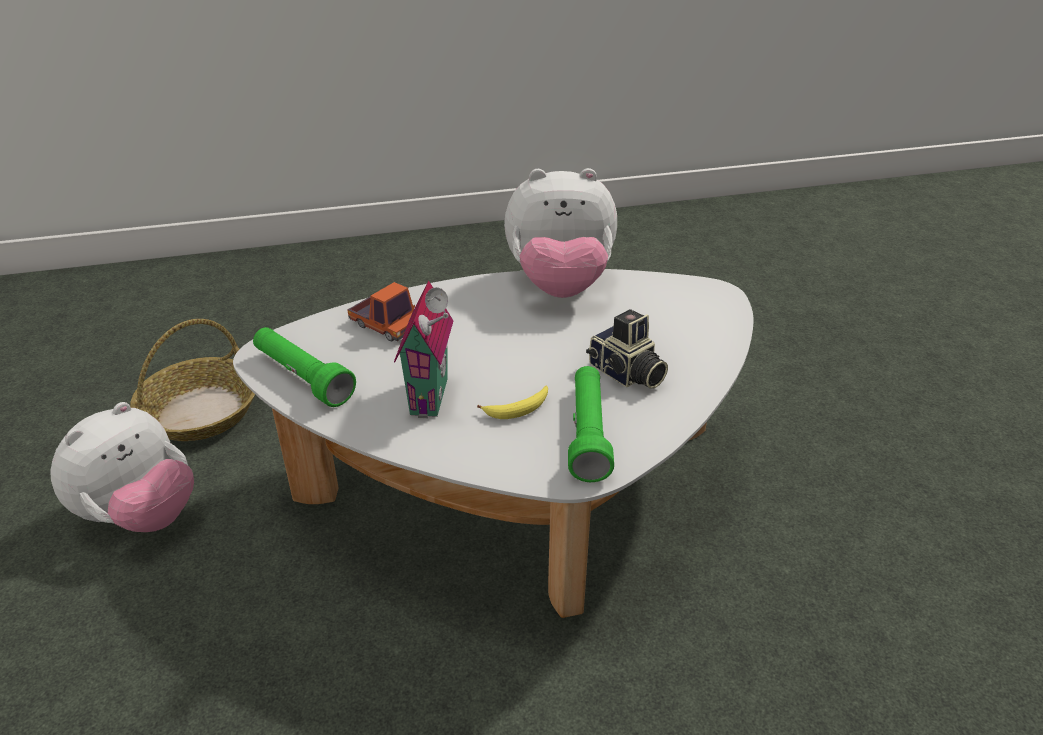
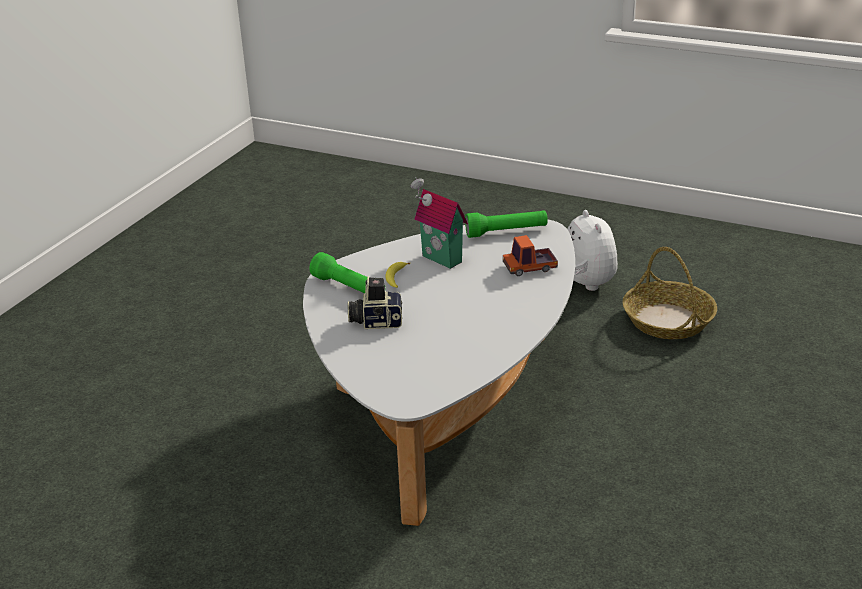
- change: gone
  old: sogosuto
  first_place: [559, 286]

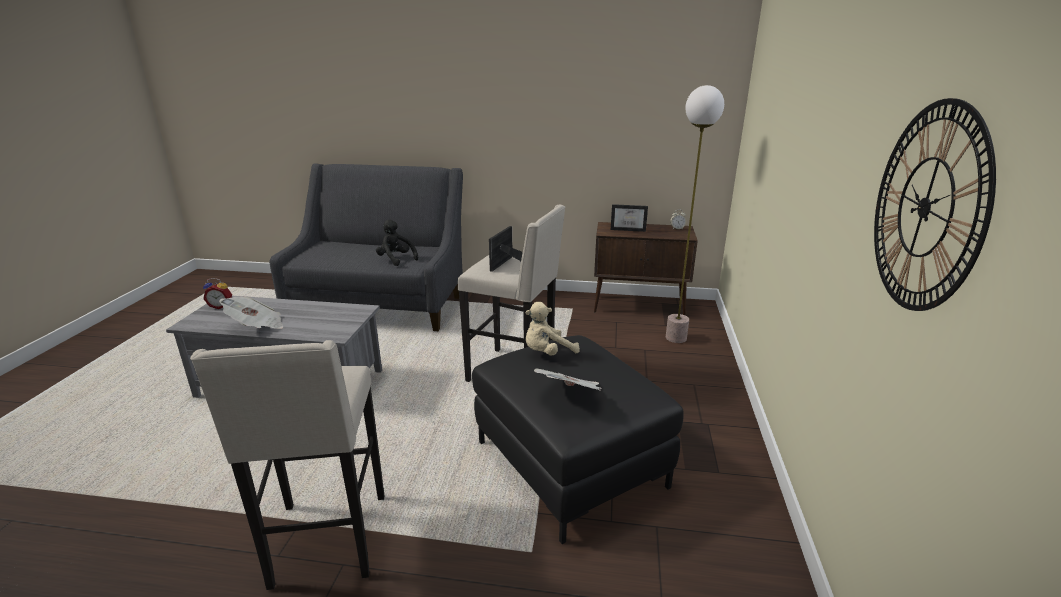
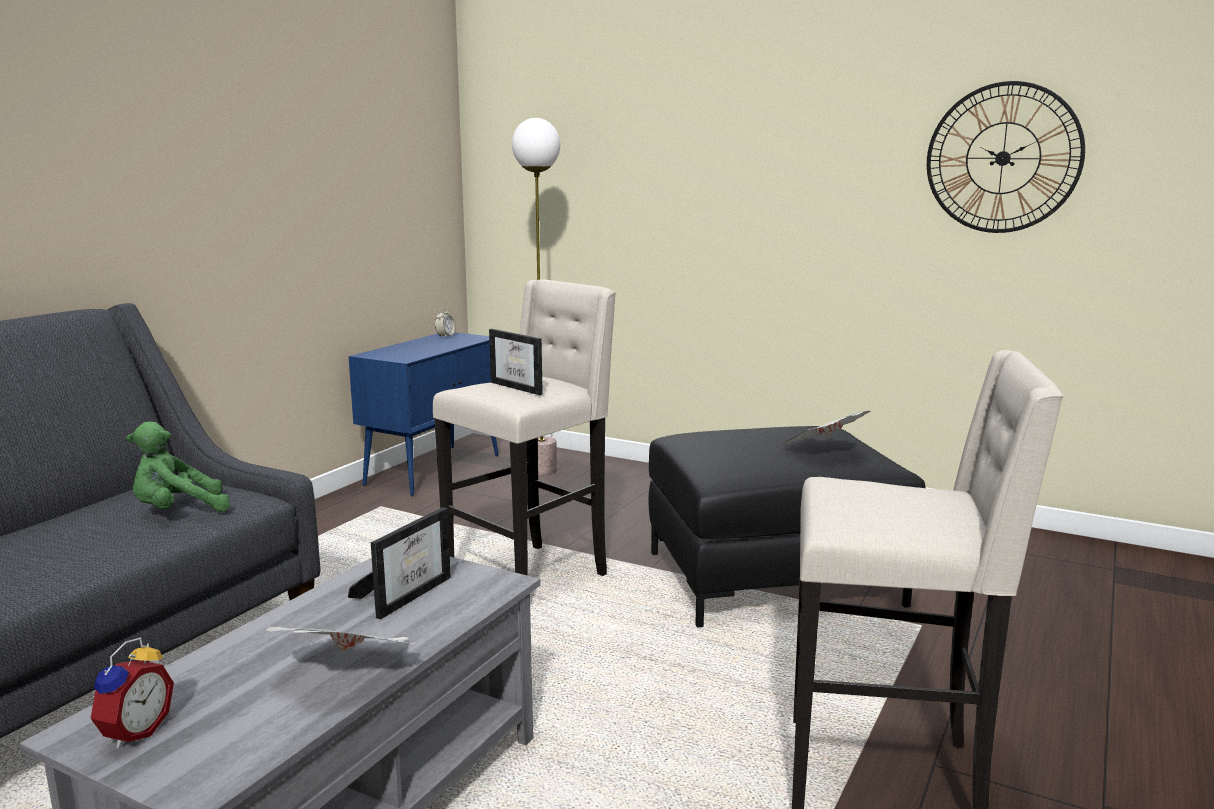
- change: repainted
  old: black_sogosuto
  new: green_sogosuto
  first_place: [396, 259]
  second_place: [178, 512]
- change: repainted
  old: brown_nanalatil
  new: blue_nanalatil
  first_place: [639, 306]
  second_place: [434, 469]
- change: shifted
  old: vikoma
  first_place: [628, 229]
  second_place: [408, 594]
- change: gone
  old: beige_sogosuto
  first_place: [547, 353]

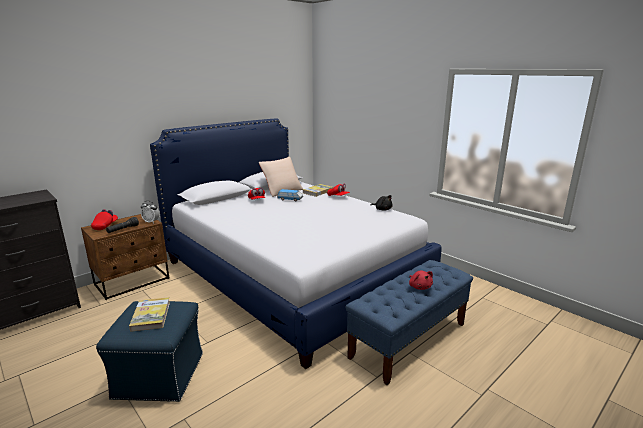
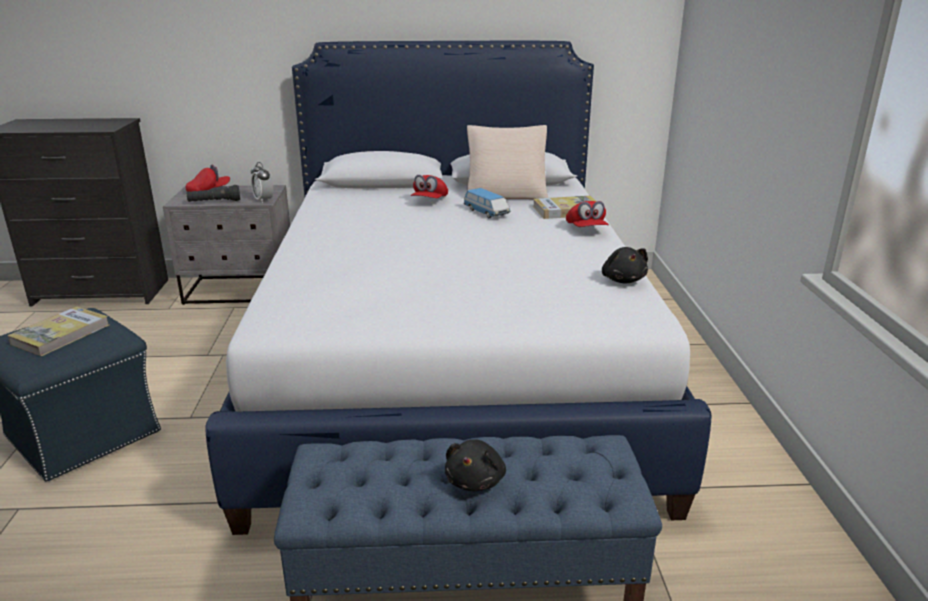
- change: repainted
  old: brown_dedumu
  new: grey_dedumu
  first_place: [133, 281]
  second_place: [241, 291]
- change: repainted
  old: red_sogosuto
  new: black_sogosuto
  first_place: [419, 287]
  second_place: [476, 480]

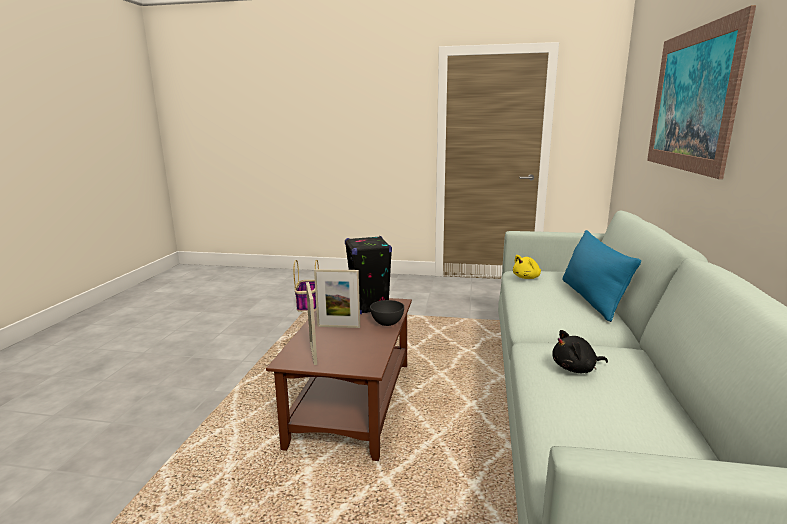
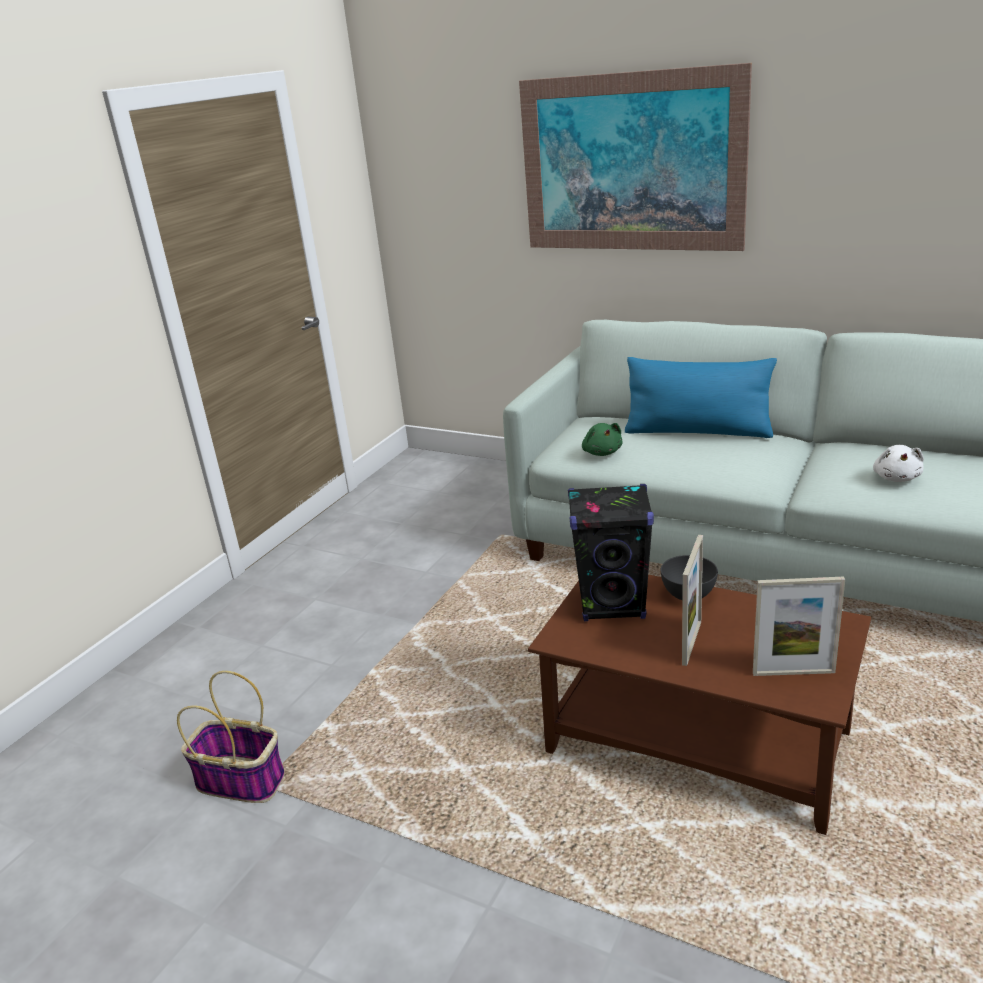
- change: repainted
  old: yellow_sogosuto
  new: green_sogosuto
  first_place: [527, 278]
  second_place: [602, 452]
- change: repainted
  old: black_sogosuto
  new: white_sogosuto
  first_place: [576, 369]
  second_place: [896, 477]

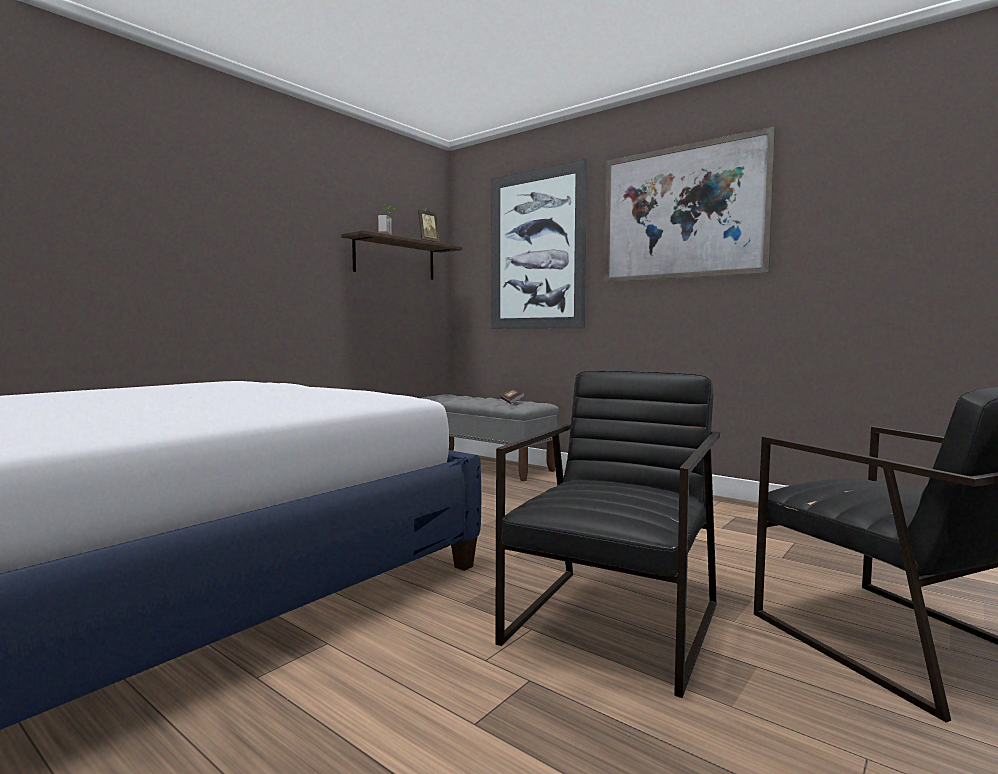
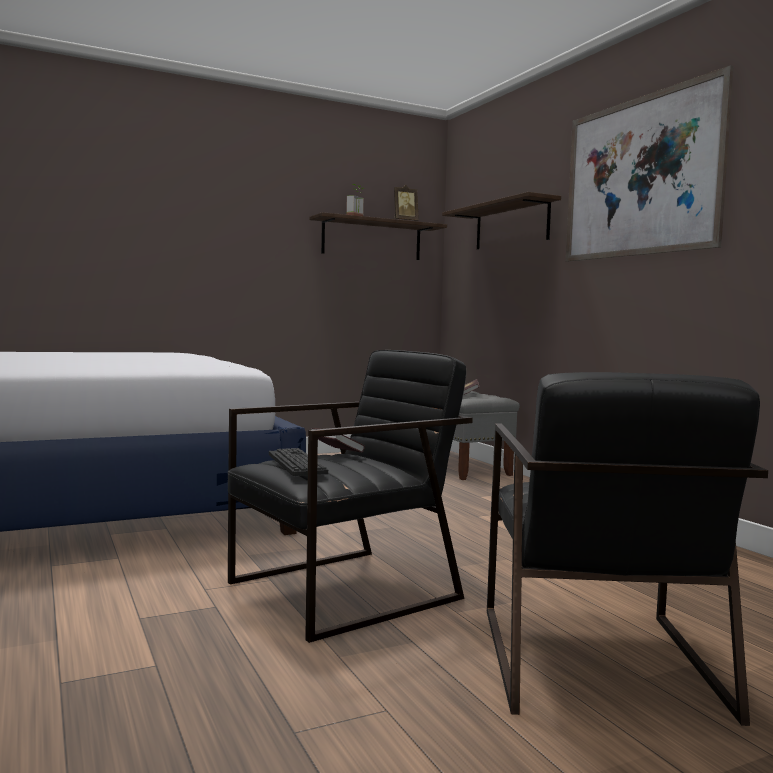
- change: new
  new: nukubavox
  second_place: [296, 463]
- change: new
  new: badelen
  second_place: [336, 453]
- change: swapped
  old: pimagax
  new: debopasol
  first_place: [536, 250]
  second_place: [511, 225]

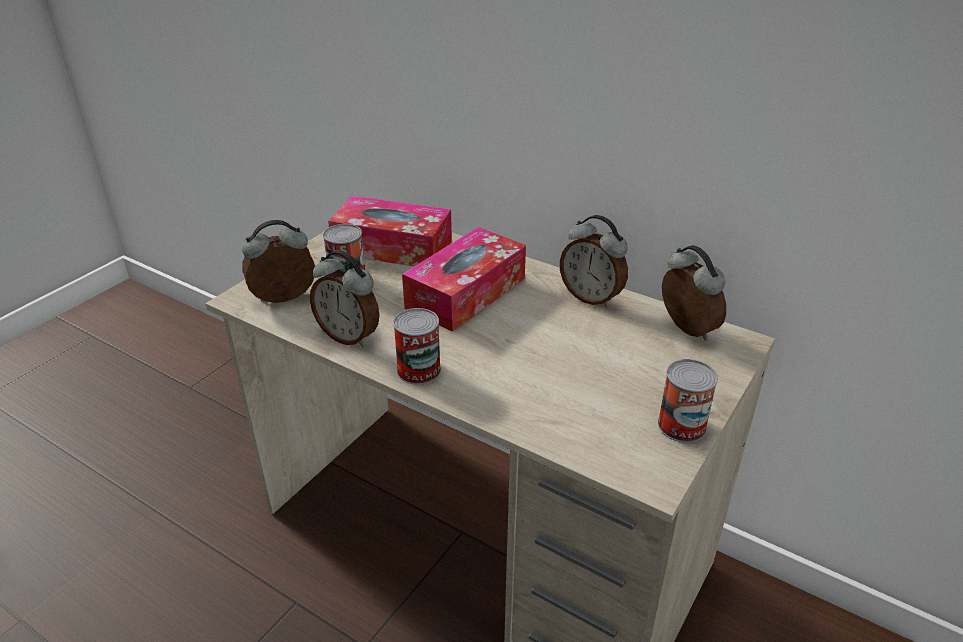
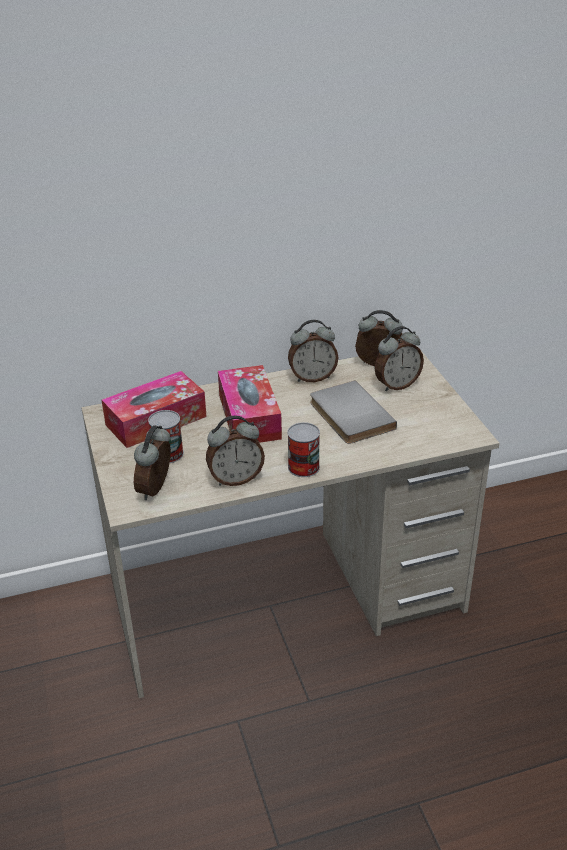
- change: new
  new: grey_badelen
  second_place: [348, 416]
- change: new
  new: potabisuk
  second_place: [396, 385]
- change: gone
  old: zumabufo
  first_place: [681, 425]

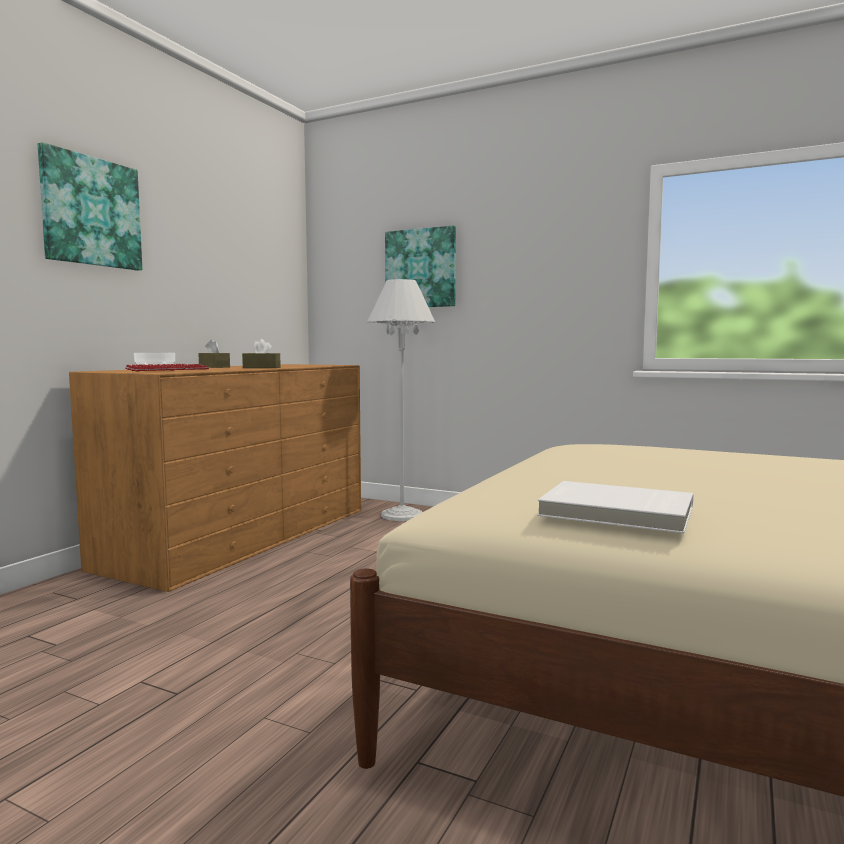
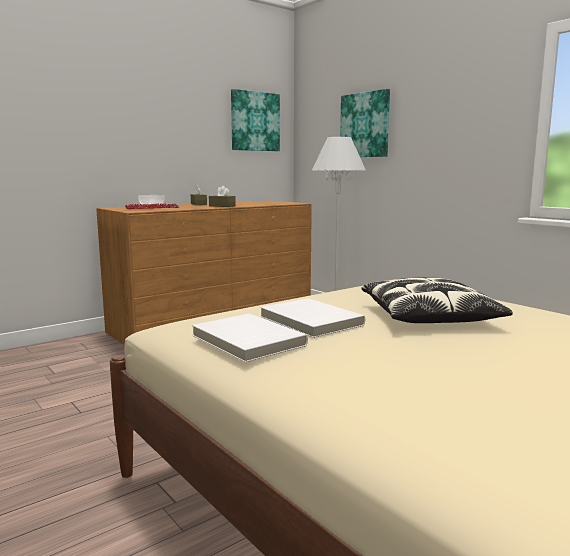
- change: shifted
  old: pimagax
  first_place: [91, 212]
  second_place: [255, 121]
- change: new
  new: white_badelen
  second_place: [309, 321]
- change: new
  new: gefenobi
  second_place: [429, 317]

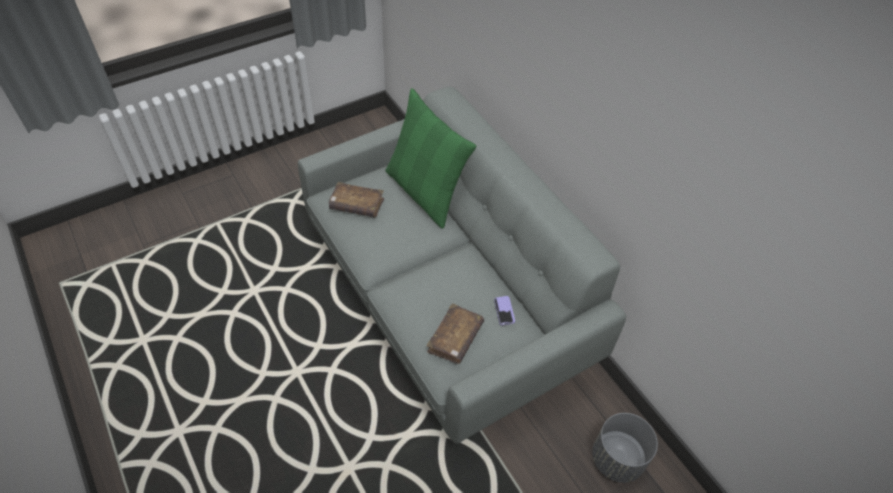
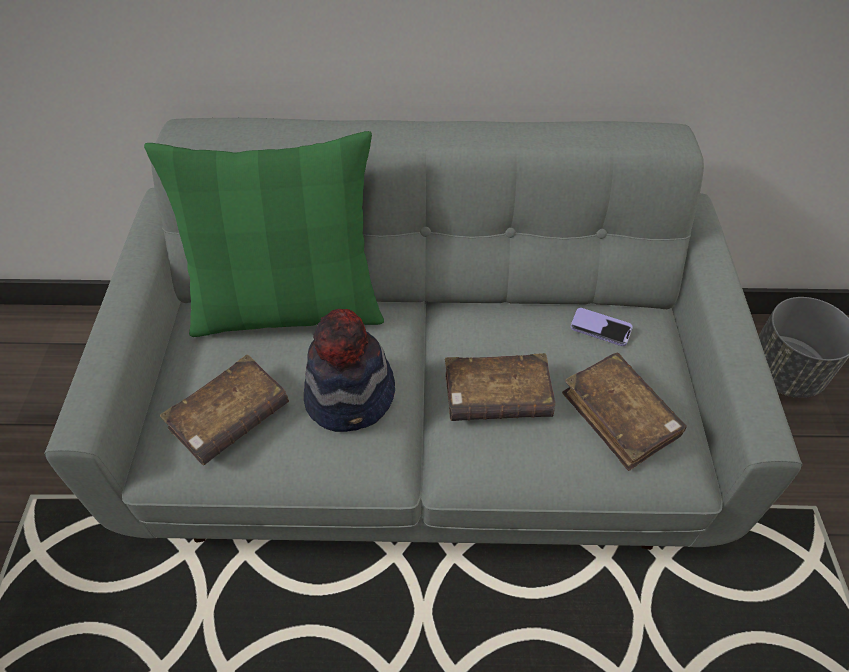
- change: new
  new: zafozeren
  second_place: [351, 396]
- change: new
  new: brown_badelen
  second_place: [497, 397]

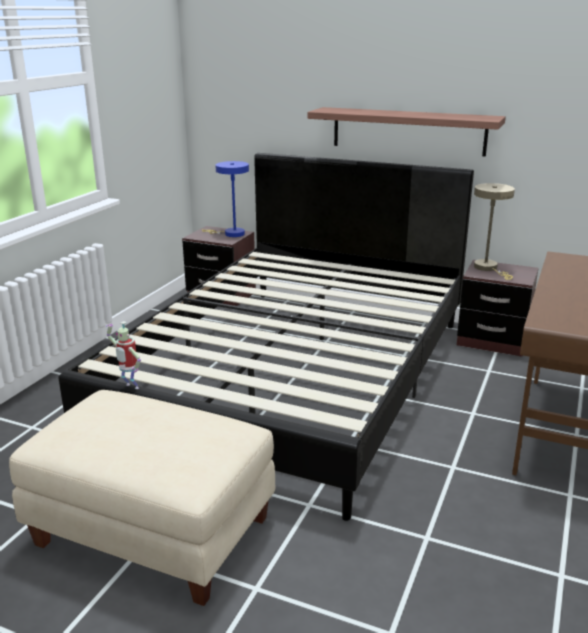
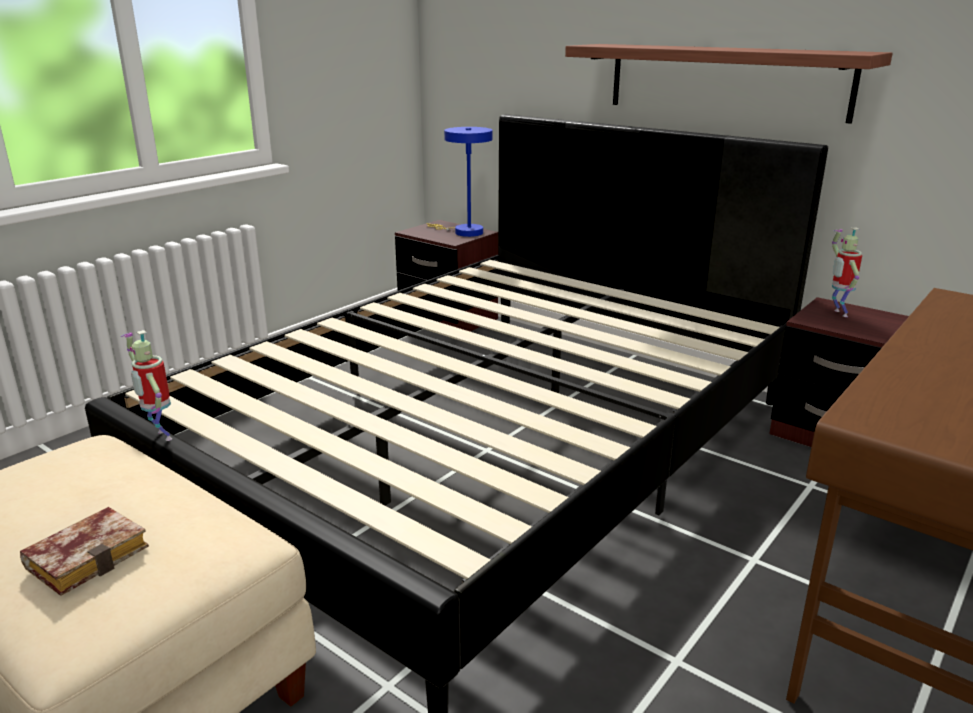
- change: new
  new: badelen
  second_place: [90, 555]
- change: swapped
  old: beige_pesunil
  new: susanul
  first_place: [488, 268]
  second_place: [837, 313]

